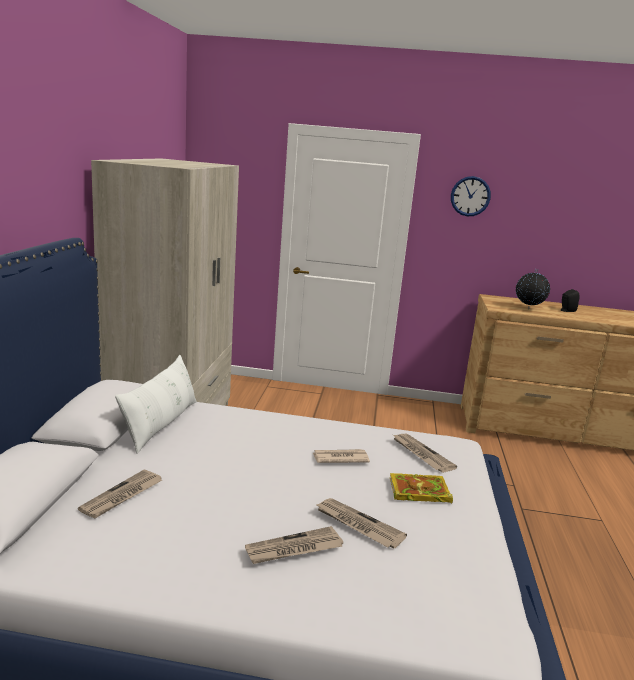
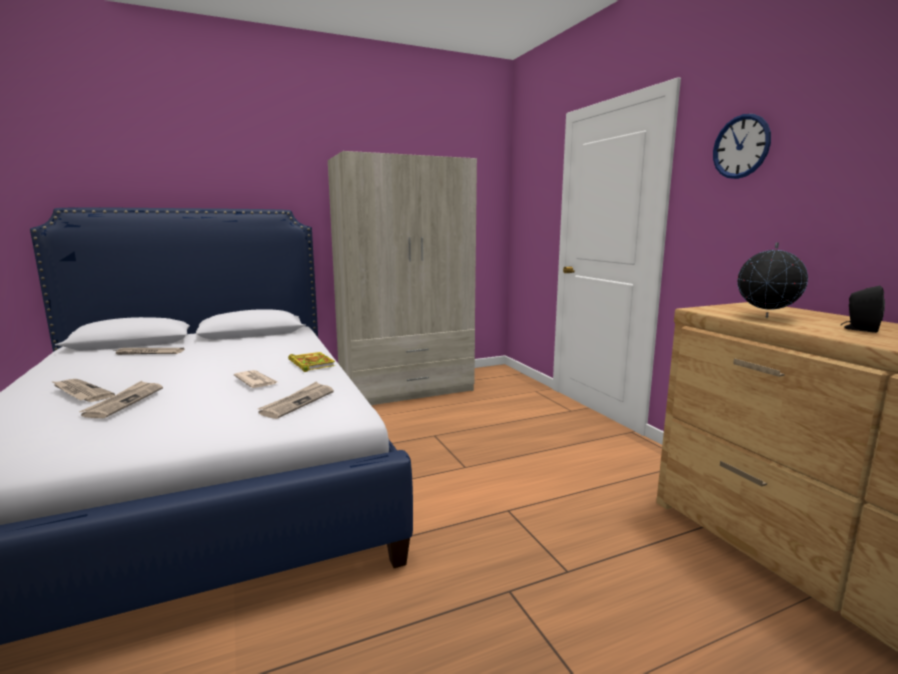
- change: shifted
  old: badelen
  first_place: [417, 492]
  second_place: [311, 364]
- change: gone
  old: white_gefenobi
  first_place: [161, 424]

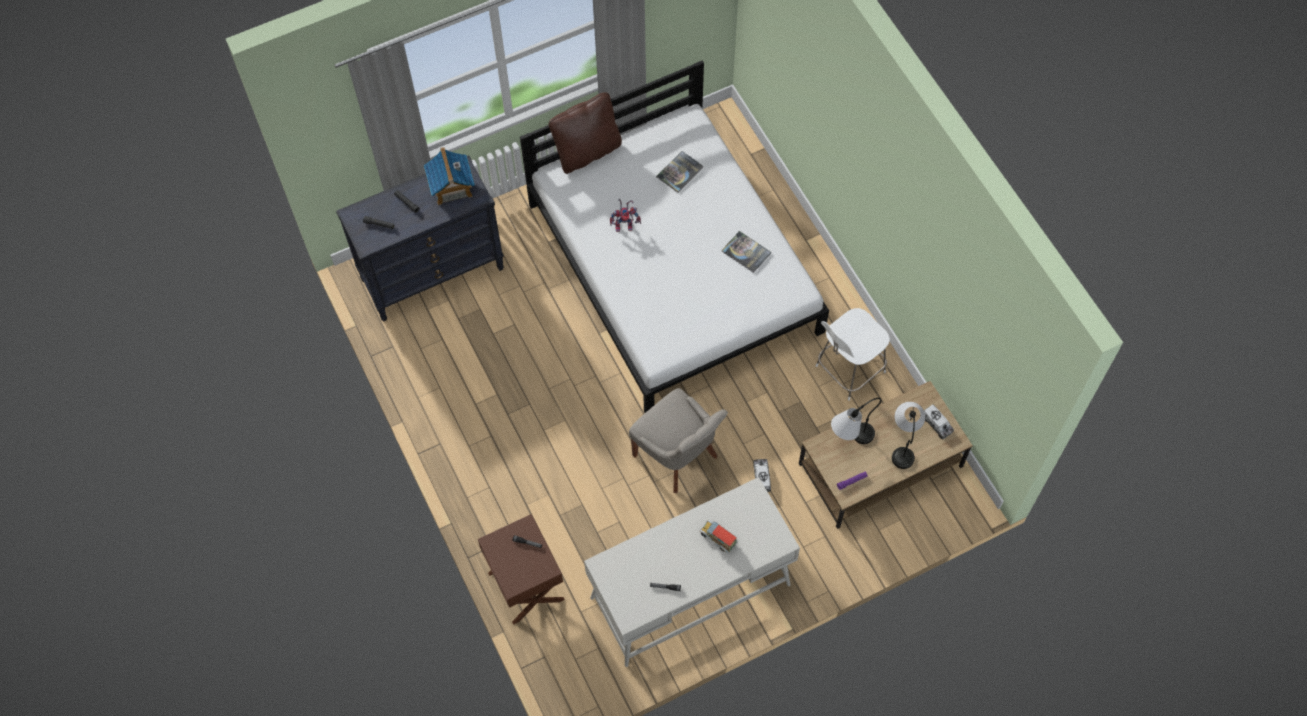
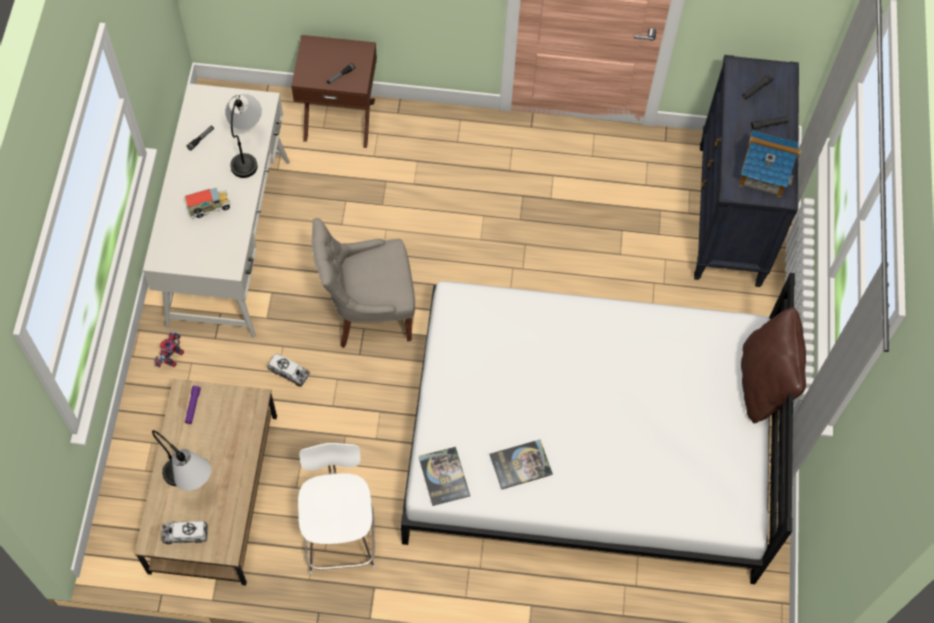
- change: shifted
  old: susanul
  first_place: [625, 225]
  second_place: [174, 359]
- change: shifted
  old: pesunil
  first_place: [849, 440]
  second_place: [247, 151]
- change: shifted
  old: badelen
  first_place: [679, 172]
  second_place: [444, 476]

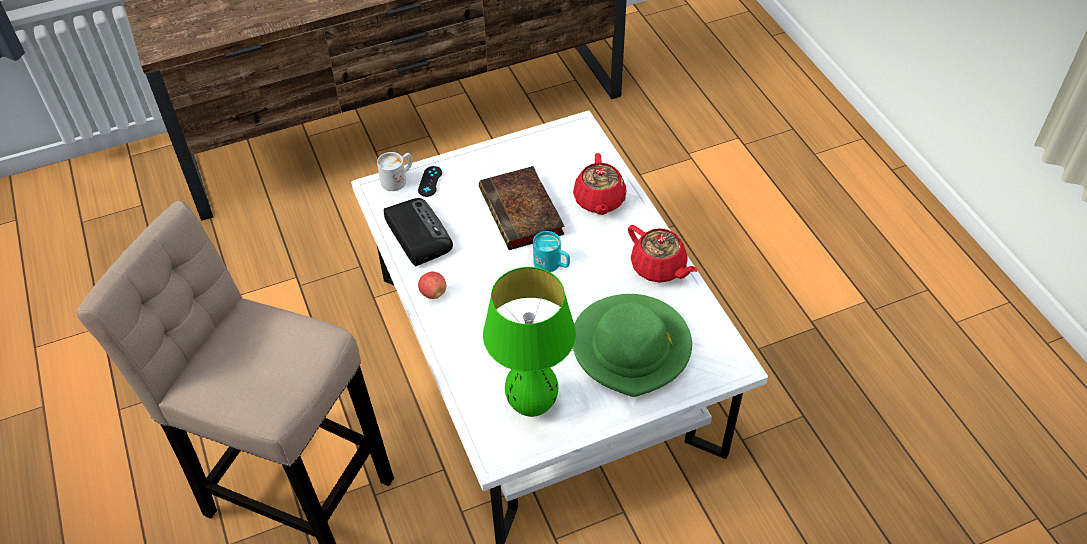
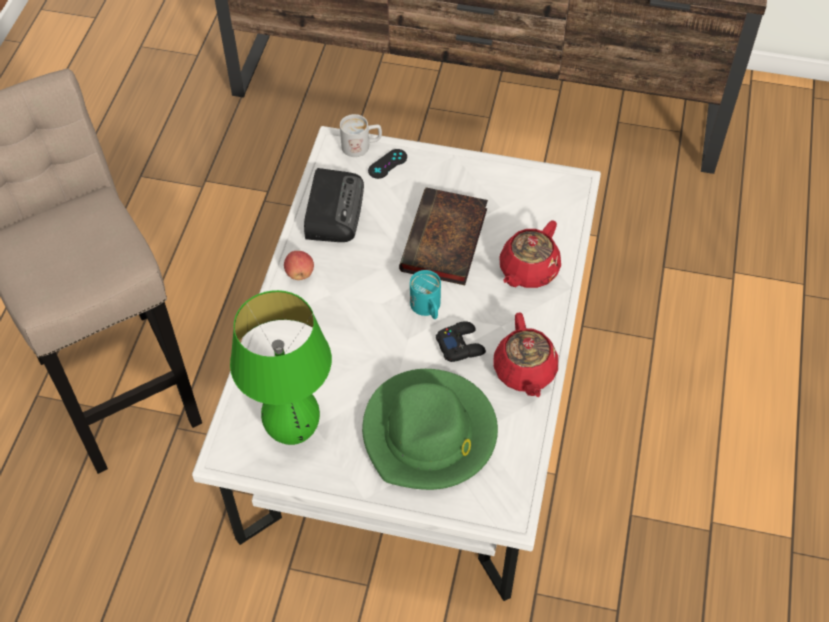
- change: new
  new: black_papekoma
  second_place: [460, 345]

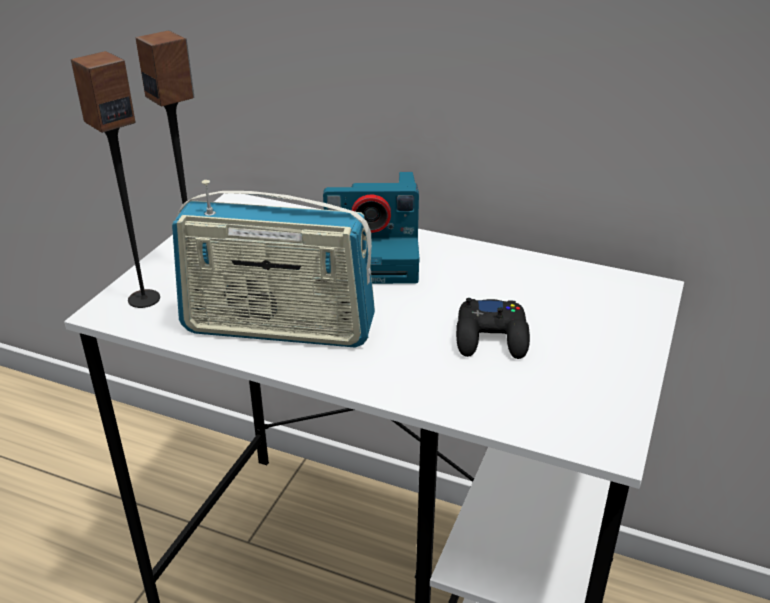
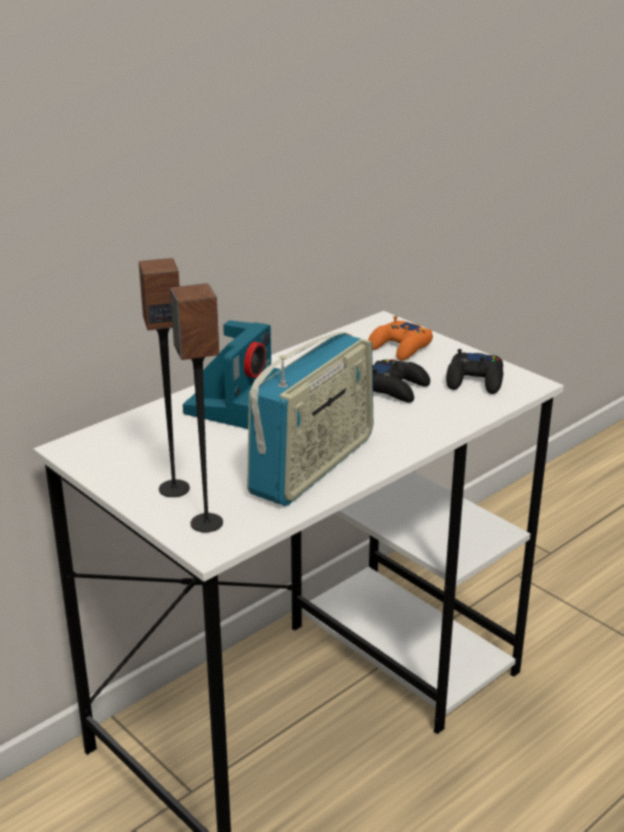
- change: new
  new: orange_papekoma
  second_place: [400, 347]
- change: new
  new: black_papekoma
  second_place: [475, 380]

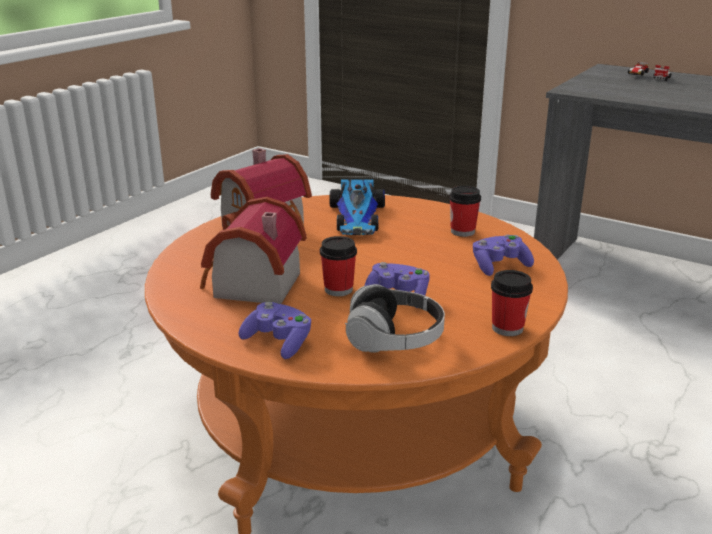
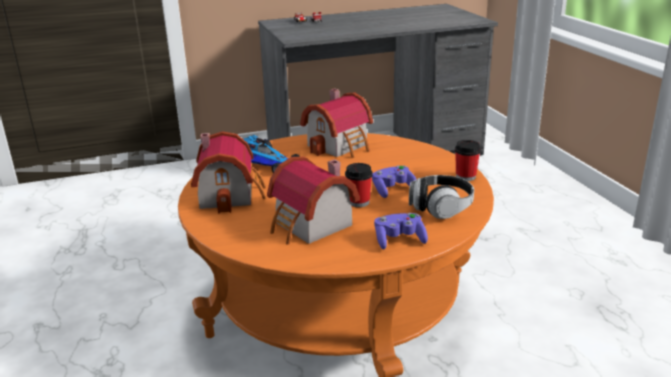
- change: swapped
  old: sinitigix
  new: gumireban
  first_place: [462, 231]
  second_place: [341, 145]
- change: gone
  old: purple_papekoma
  first_place: [499, 266]

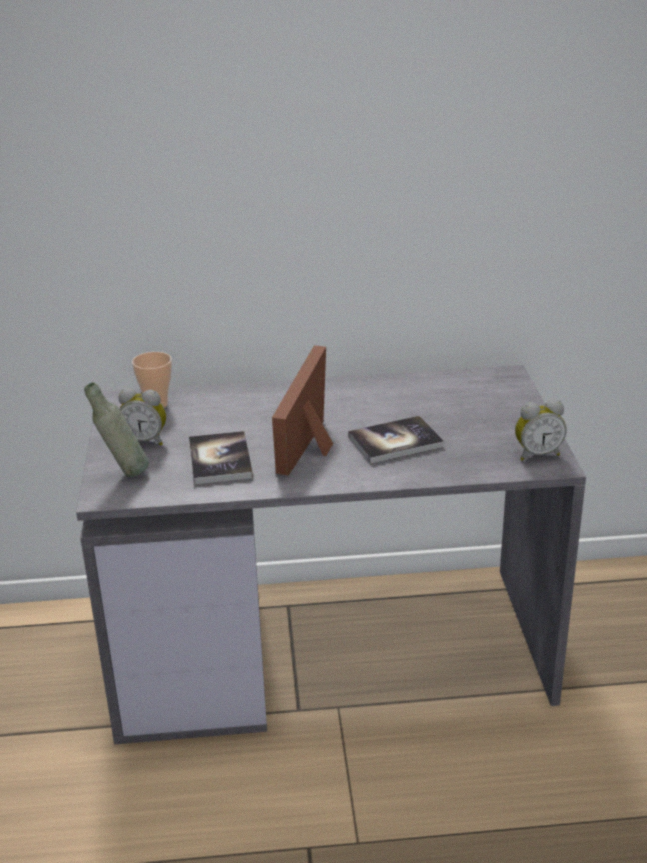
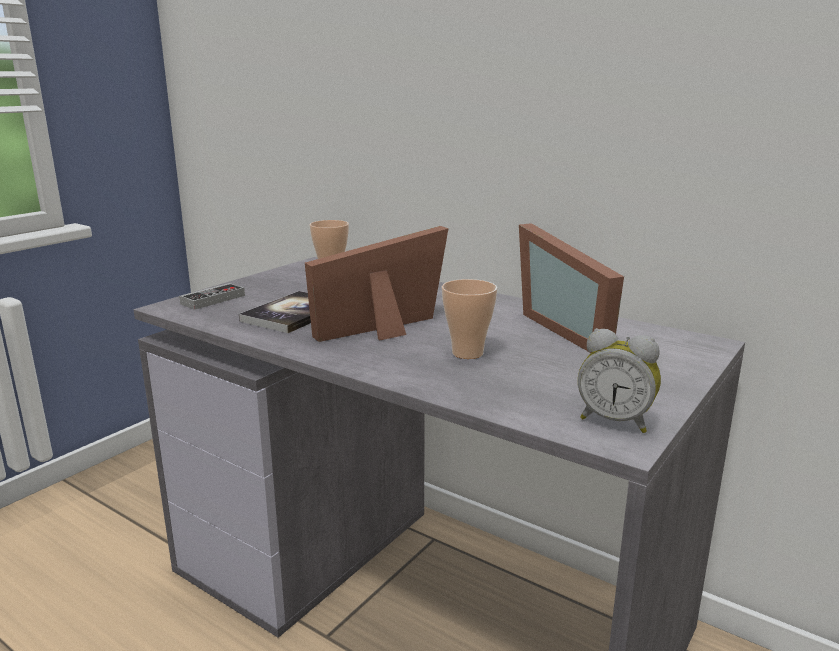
- change: swapped
  old: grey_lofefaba
  new: papekoma
  first_place: [123, 474]
  second_place: [213, 299]
- change: swapped
  old: badelen
  new: sinitigix
  first_place: [395, 442]
  second_place: [467, 353]
- change: new
  new: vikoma
  second_place: [572, 329]
- change: gone
  old: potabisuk
  first_place: [145, 440]

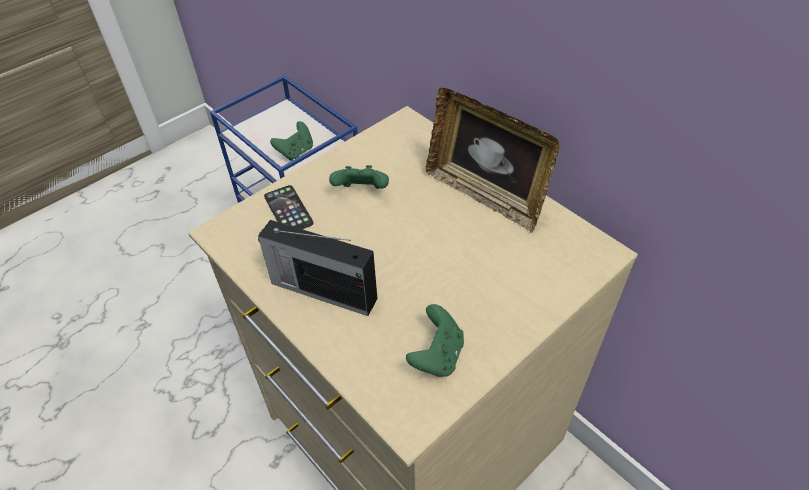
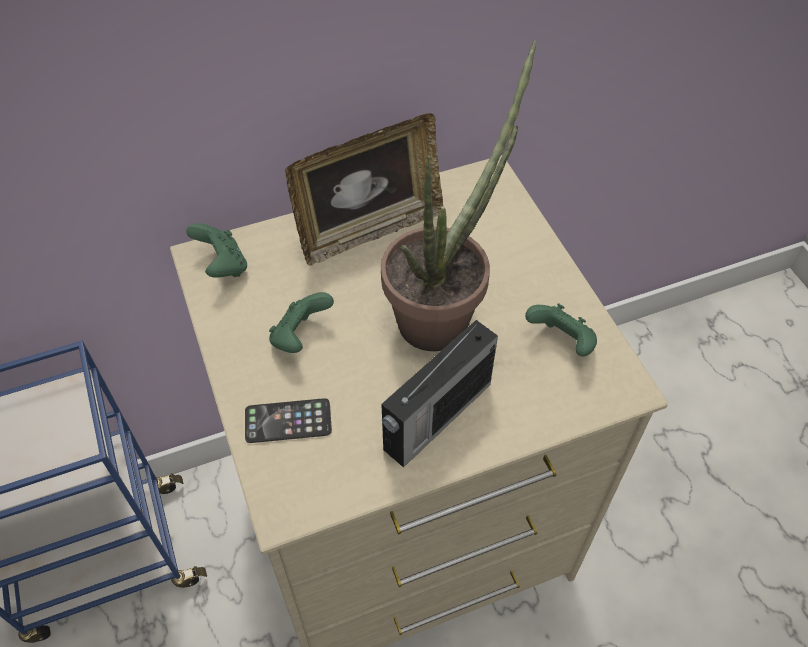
- change: shifted
  old: green_papekoma
  first_place: [296, 152]
  second_place: [222, 266]
- change: new
  new: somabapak
  second_place: [443, 312]

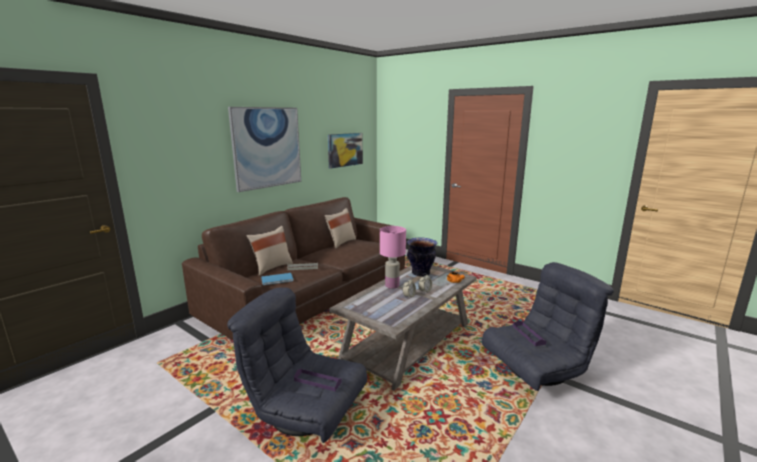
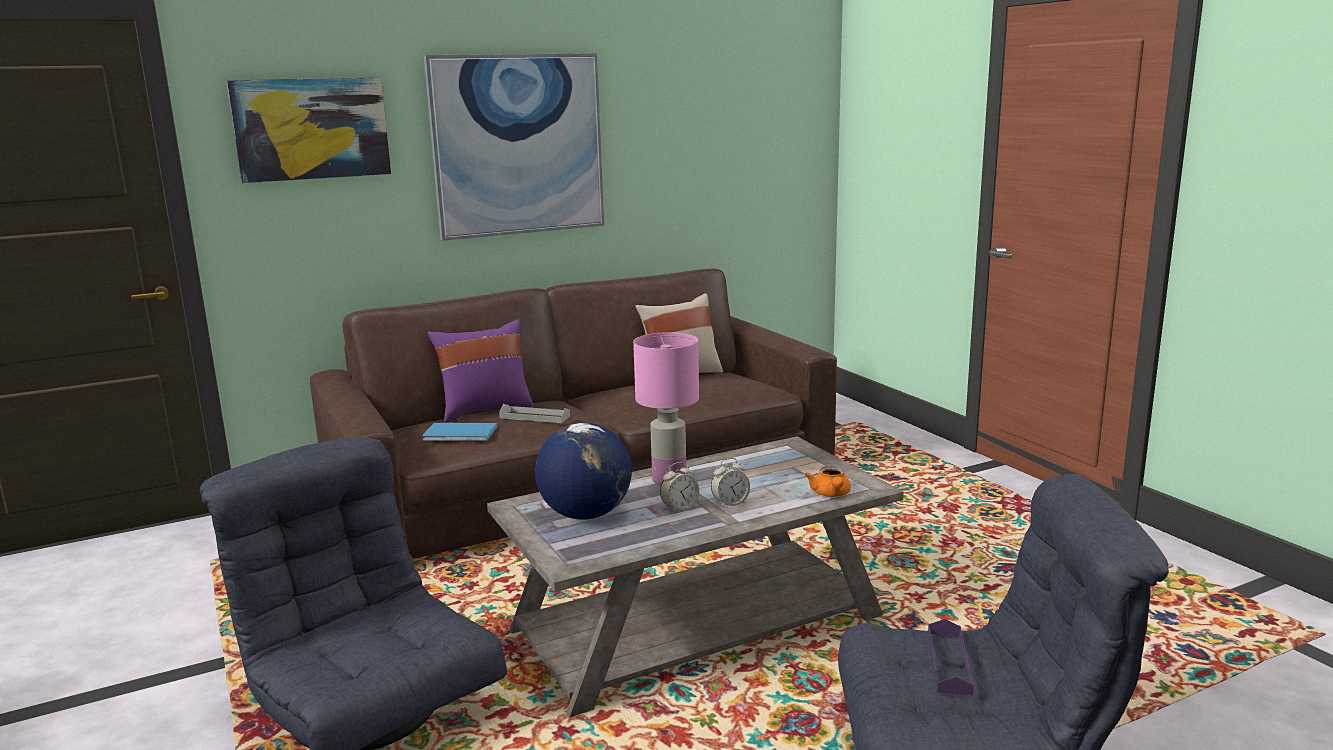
- change: shifted
  old: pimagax
  first_place: [345, 149]
  second_place: [311, 129]
- change: repainted
  old: beige_gefenobi
  new: purple_gefenobi
  first_place: [272, 267]
  second_place: [485, 410]
- change: new
  new: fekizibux
  second_place: [585, 514]
- change: gone
  old: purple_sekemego
  first_place: [317, 381]
- change: gone
  old: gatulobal
  first_place: [421, 273]

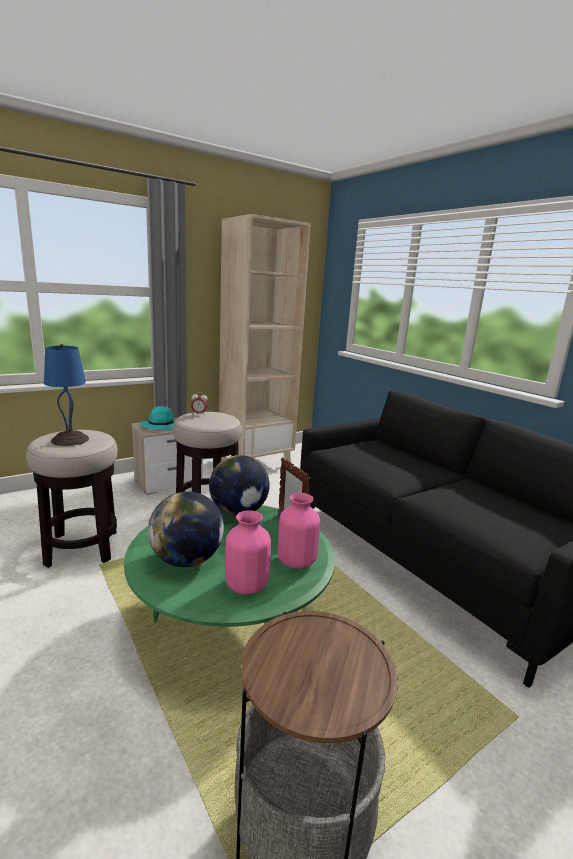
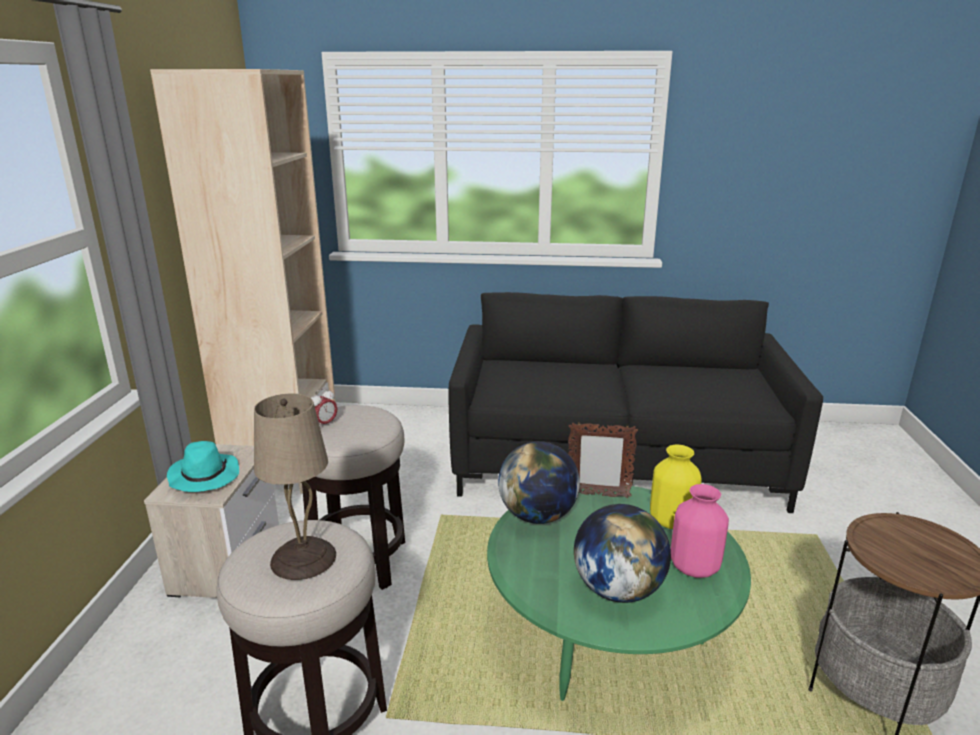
- change: repainted
  old: blue_pesunil
  new: beige_pesunil
  first_place: [69, 440]
  second_place: [303, 559]
- change: repainted
  old: pink_gatulobal
  new: yellow_gatulobal
  first_place: [295, 561]
  second_place: [671, 521]

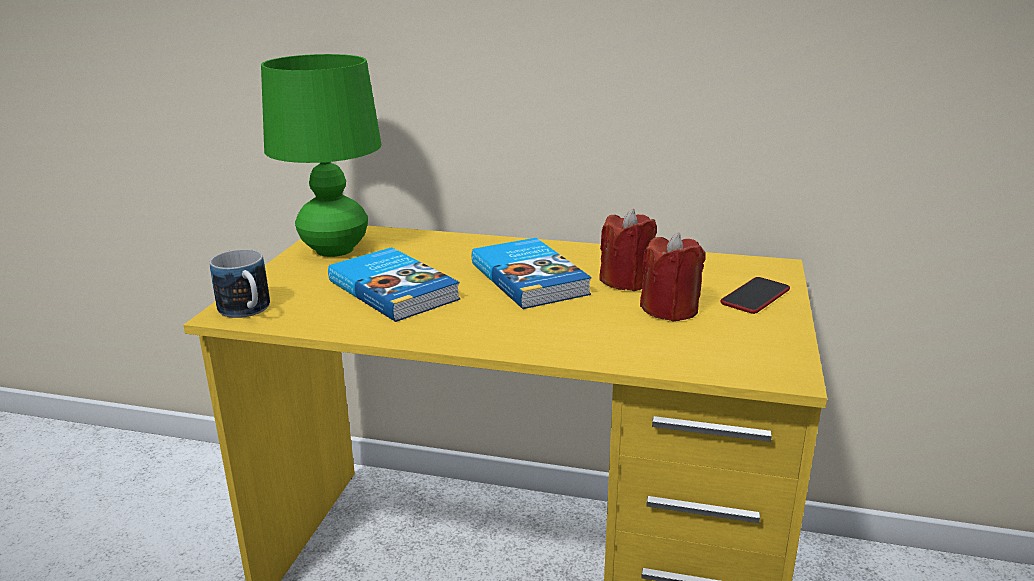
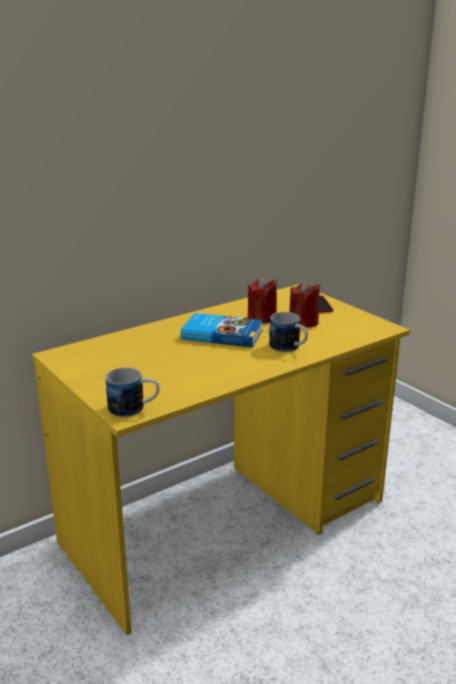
- change: new
  new: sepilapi
  second_place: [289, 348]
- change: gone
  old: green_pesunil
  first_place: [334, 249]
- change: gone
  old: badelen
  first_place: [395, 289]

